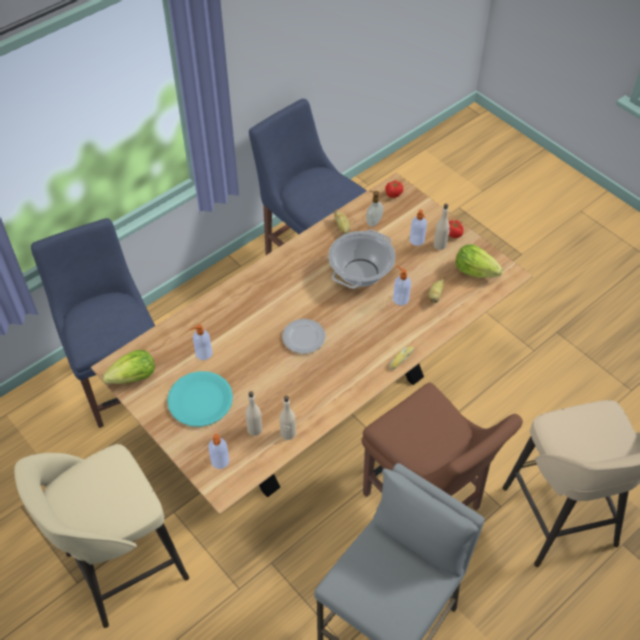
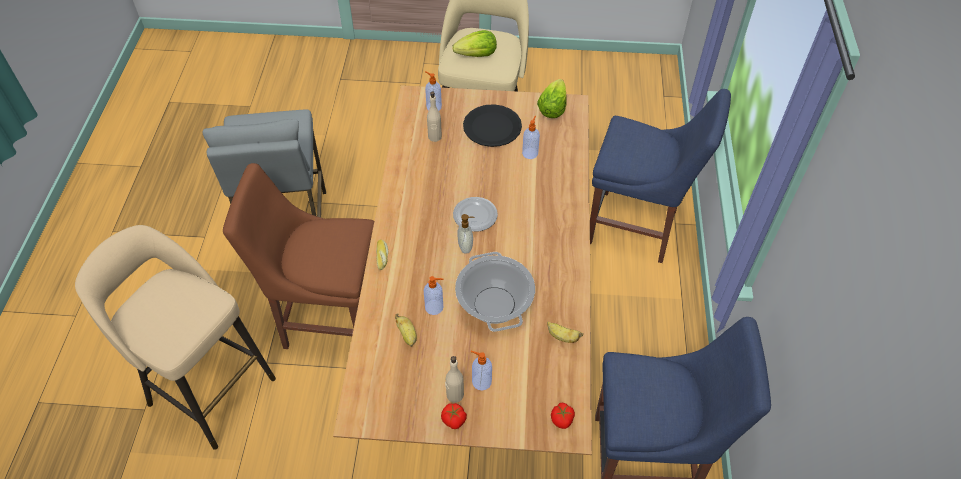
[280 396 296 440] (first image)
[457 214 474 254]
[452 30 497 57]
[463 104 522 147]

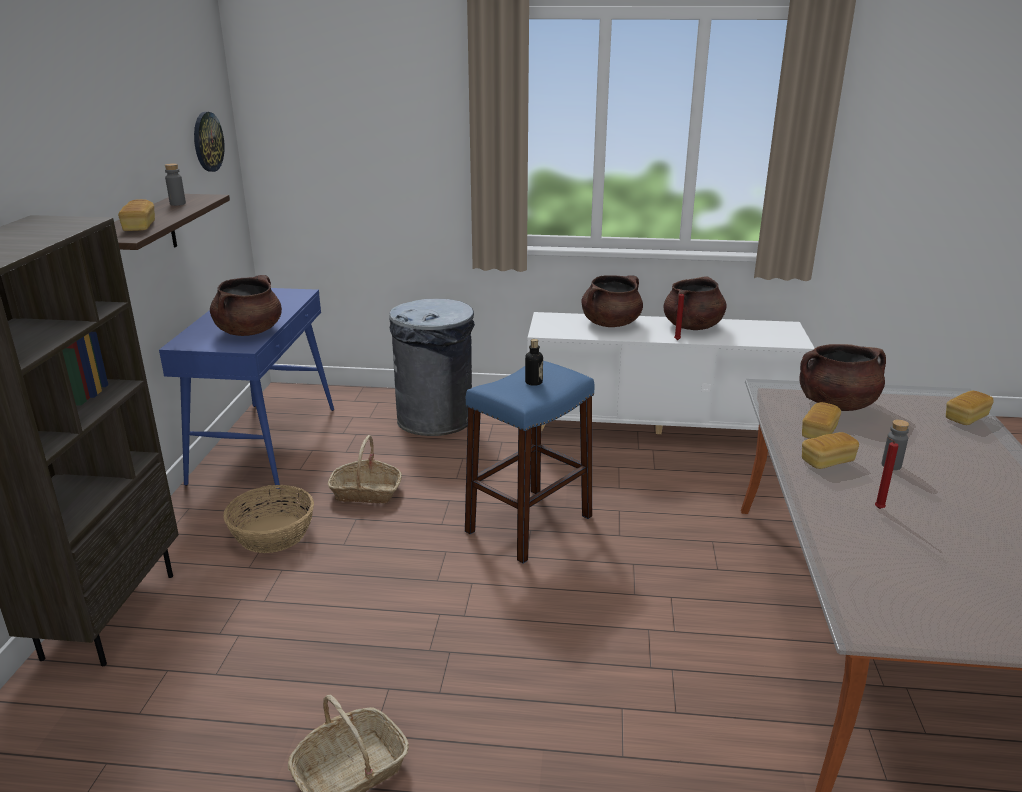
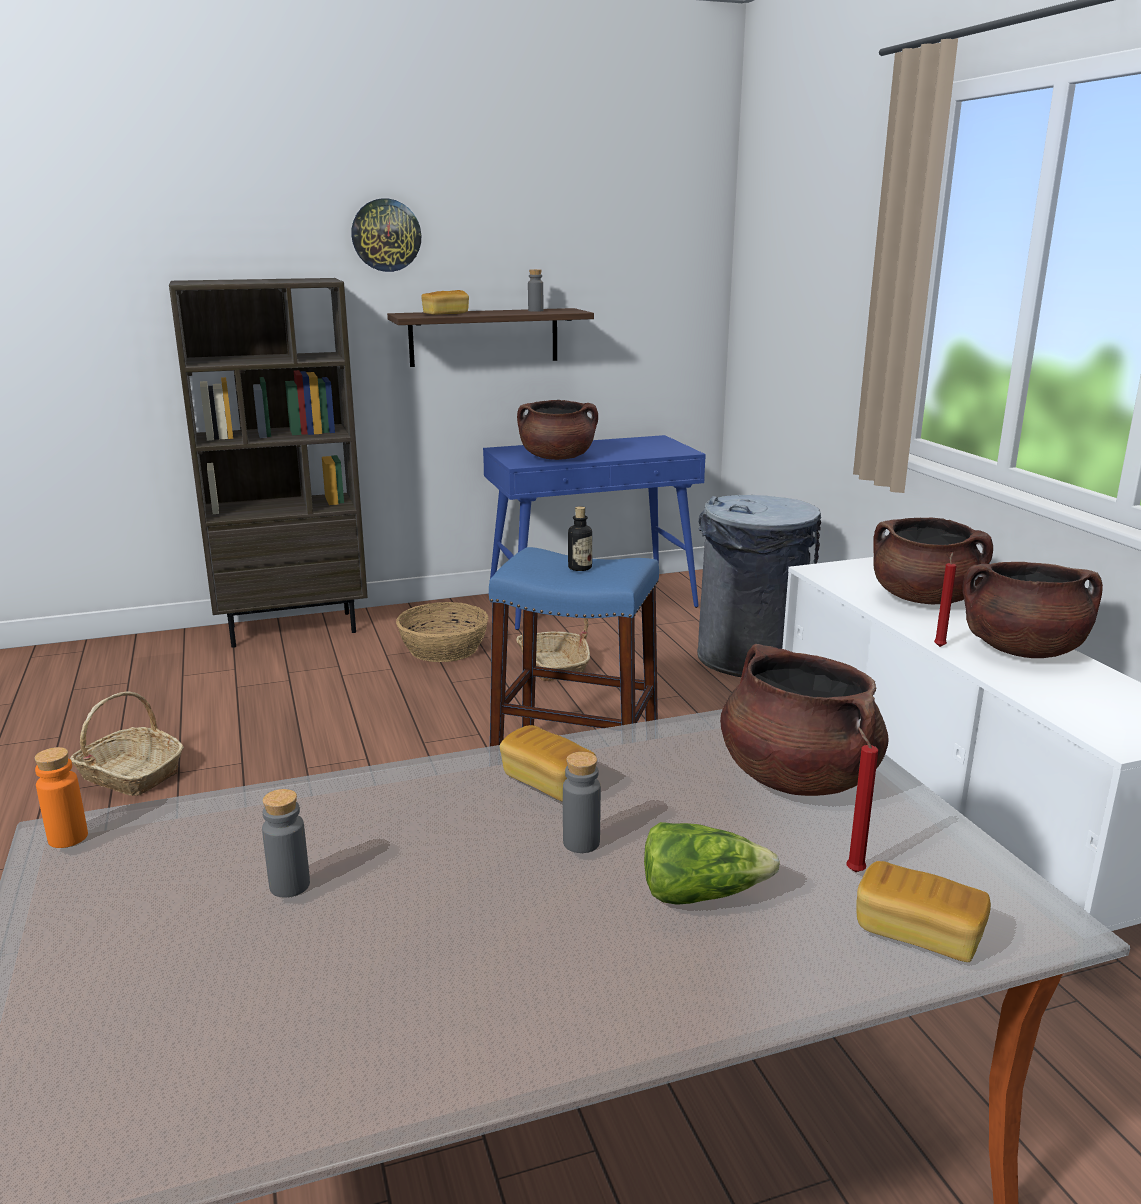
[802 402 841 439] (first image)
[34 747 88 848]
[262 789 310 898]
[644 822 780 905]
[351 198 421 272]
[846 727 878 872]

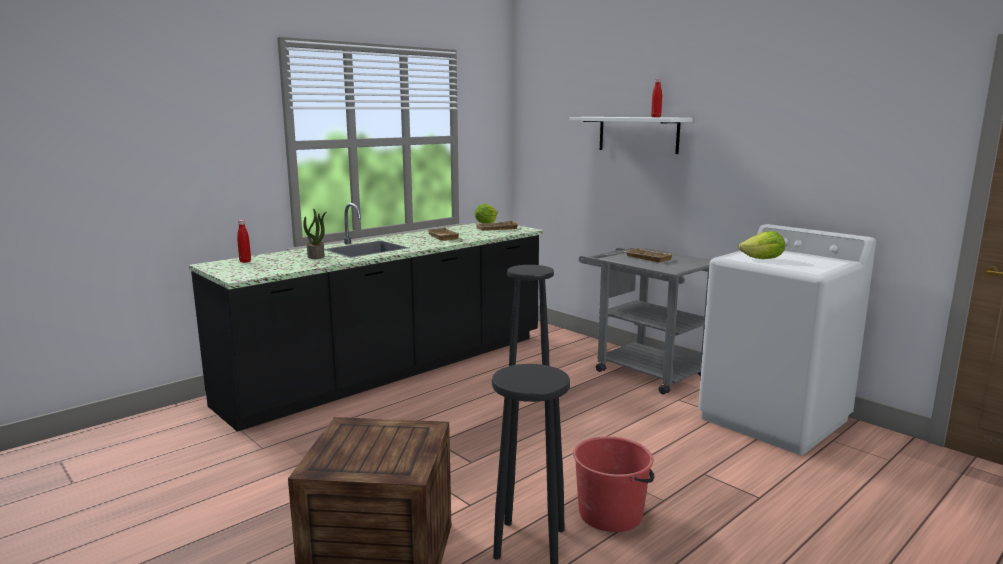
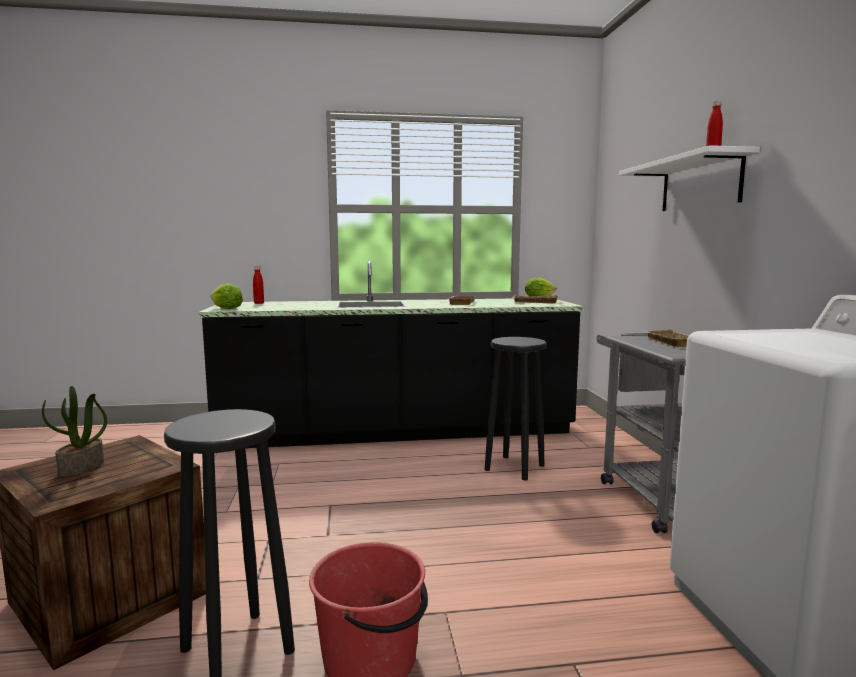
[42 386 107 477]
[210 284 243 309]

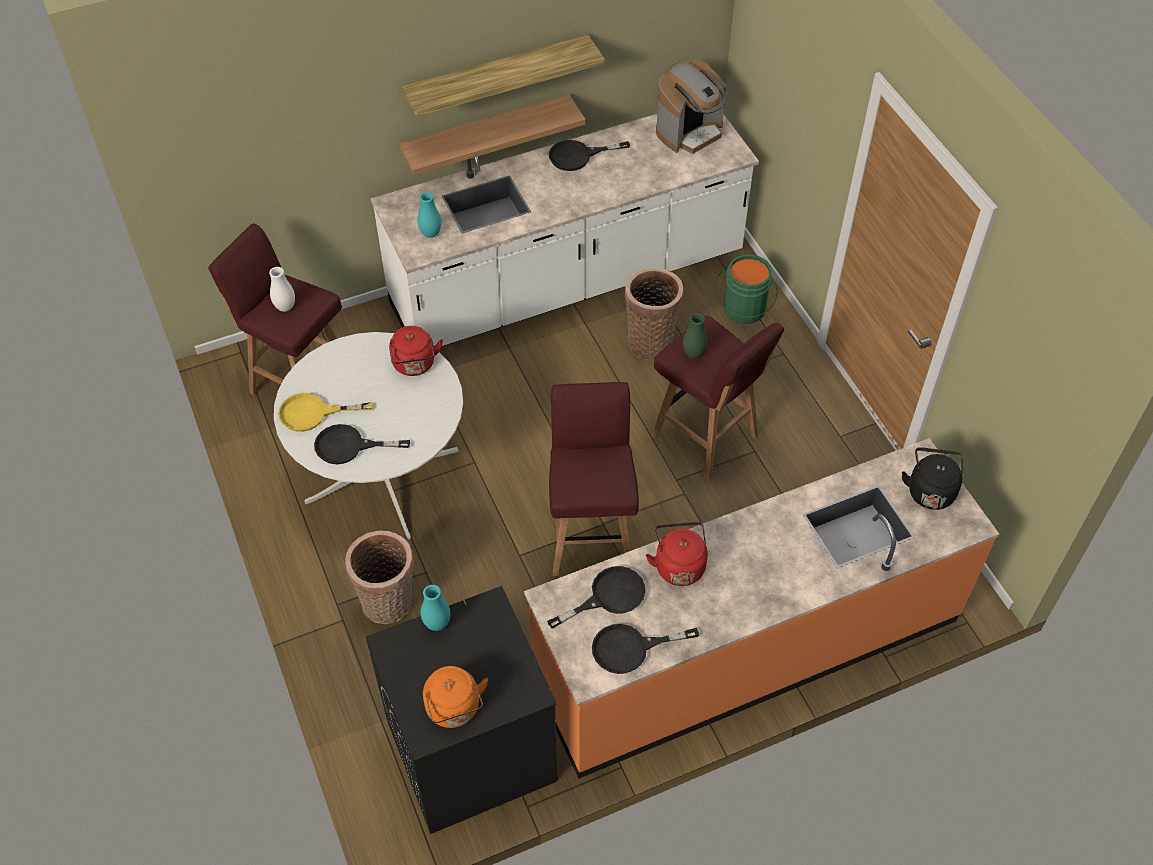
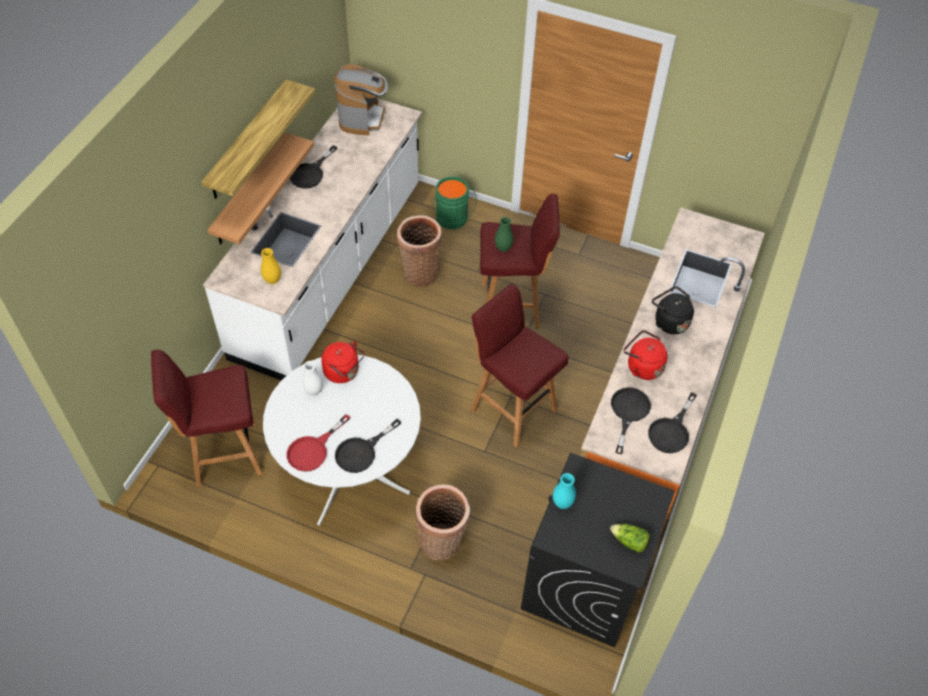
[302 361 323 396]
[652 286 694 334]
[610 524 650 553]
[287 414 350 472]
[261 248 281 284]

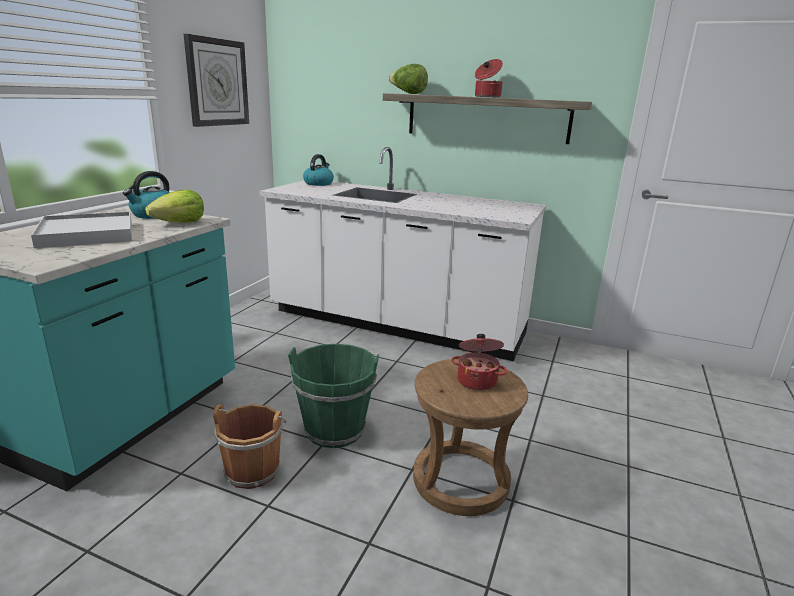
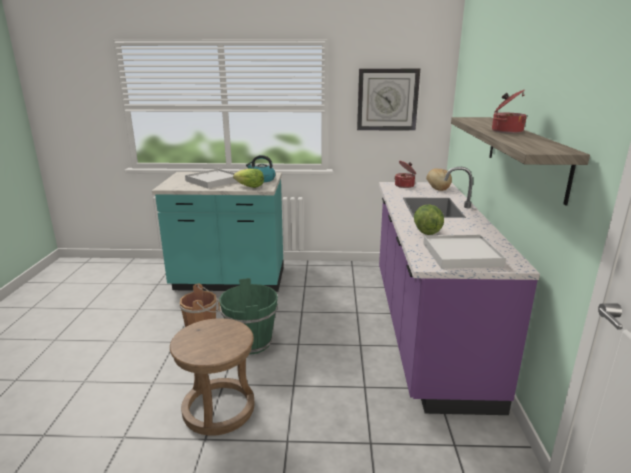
[423 235 506 269]
[414 204 444 235]
[395 161 416 188]
[426 168 452 191]
[379 167 540 415]

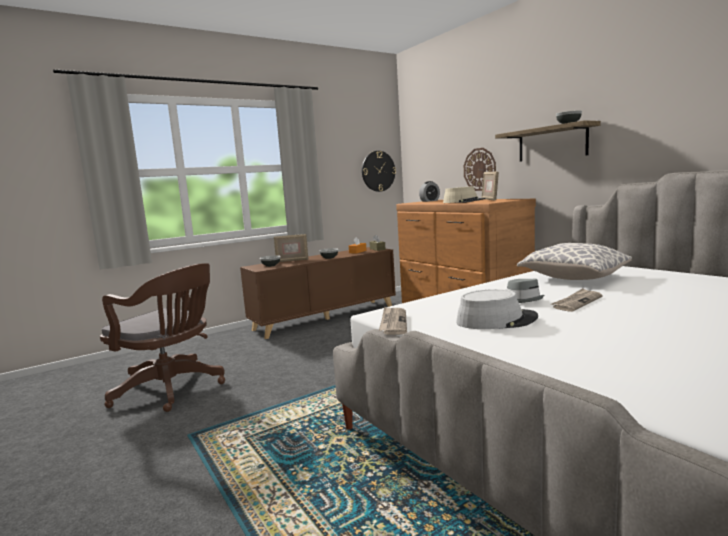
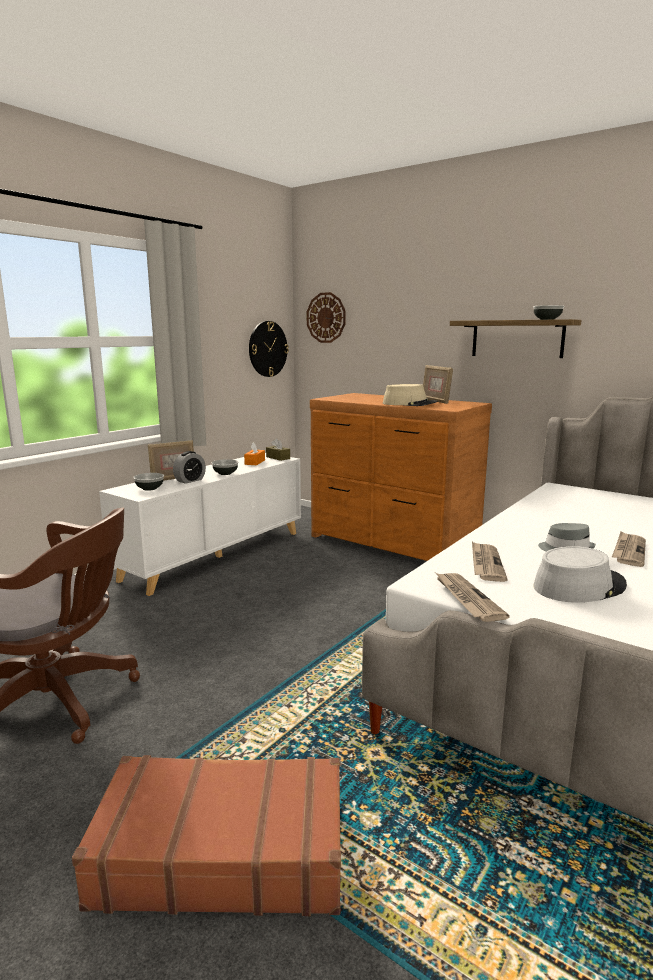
[517 243 632 280] (first image)
[72 755 341 916]
[472 542 508 582]
[173 451 206 484]
[307 292 346 343]
[99 453 301 596]

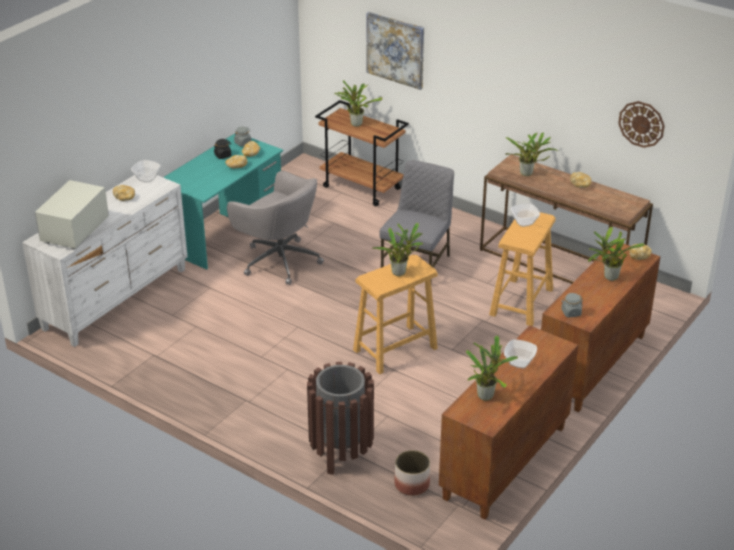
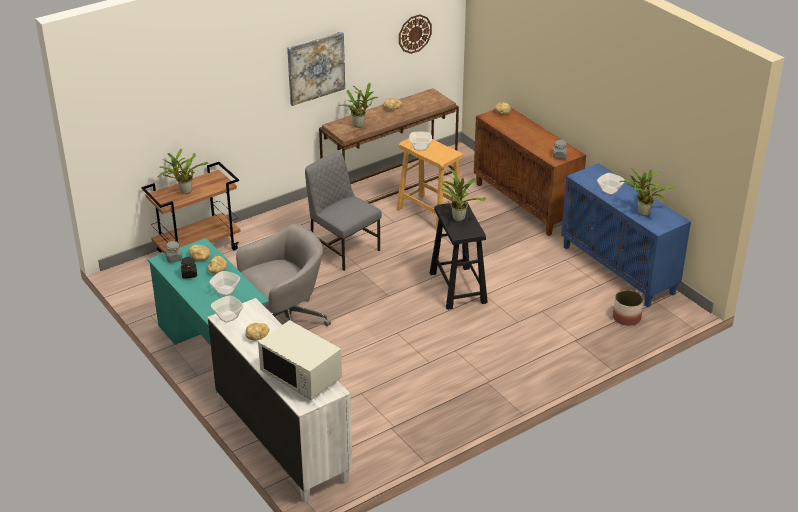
[307 362 374 475] (first image)
[588 227 645 281] (first image)
[209 271 240 296]
[287 32 345 106]
[430 202 488 310]
[561 163 691 308]

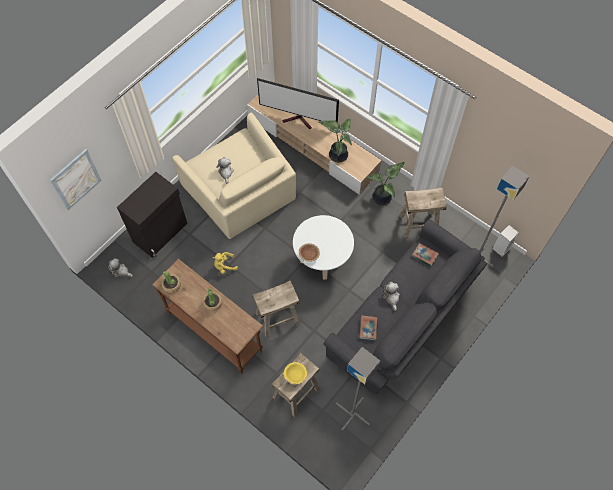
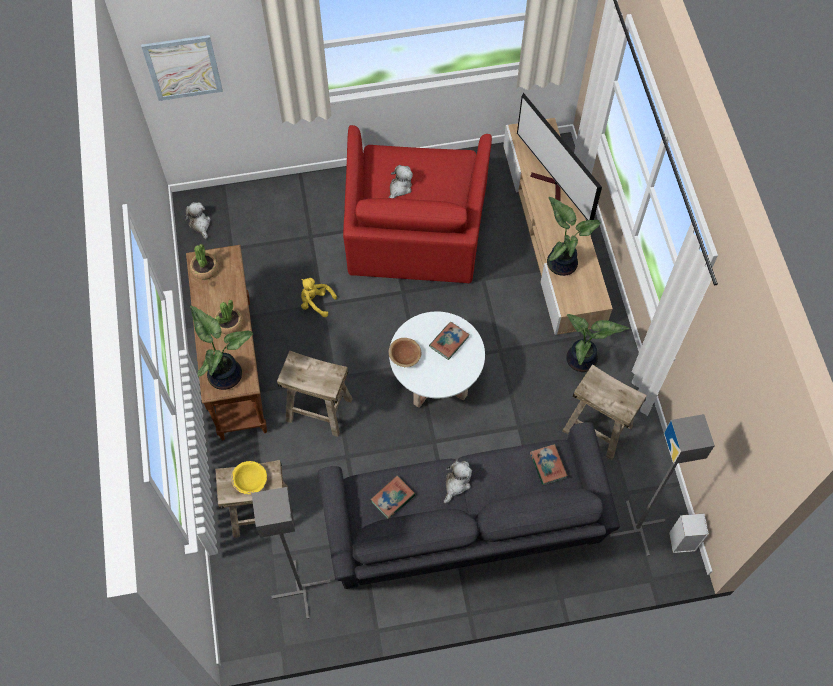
[117 172 187 258] (first image)
[190 306 253 390]
[429 322 469 360]
[343 125 492 283]

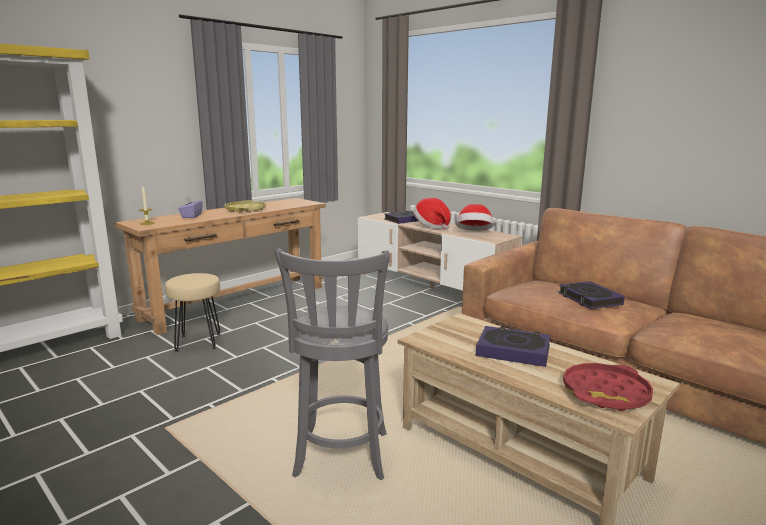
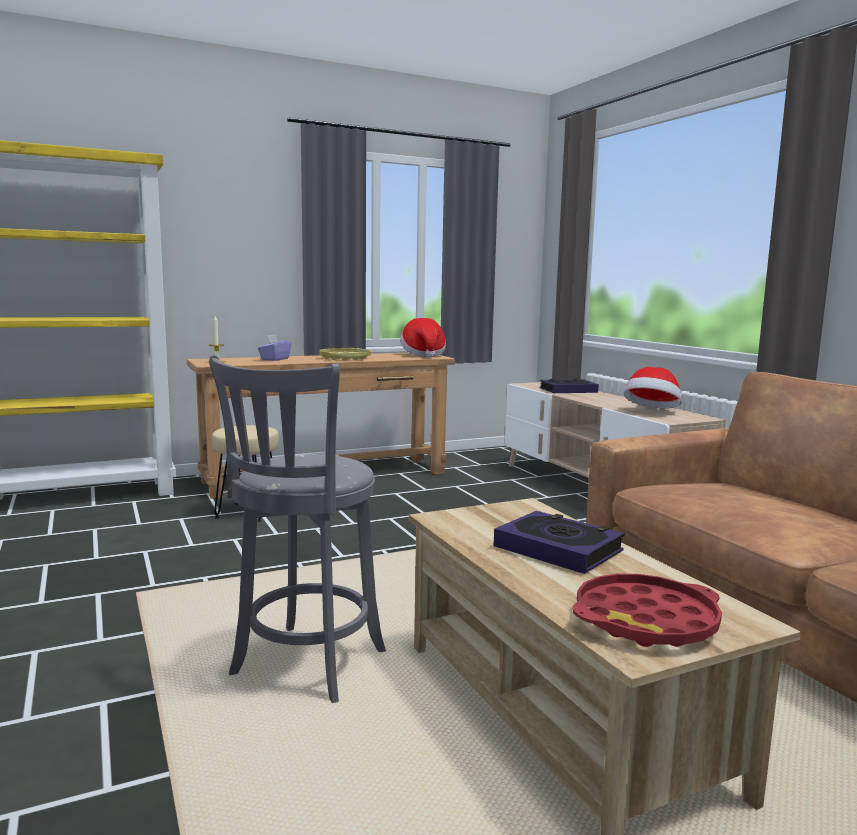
[558 281 625 309] (first image)
[400 318 446 357]

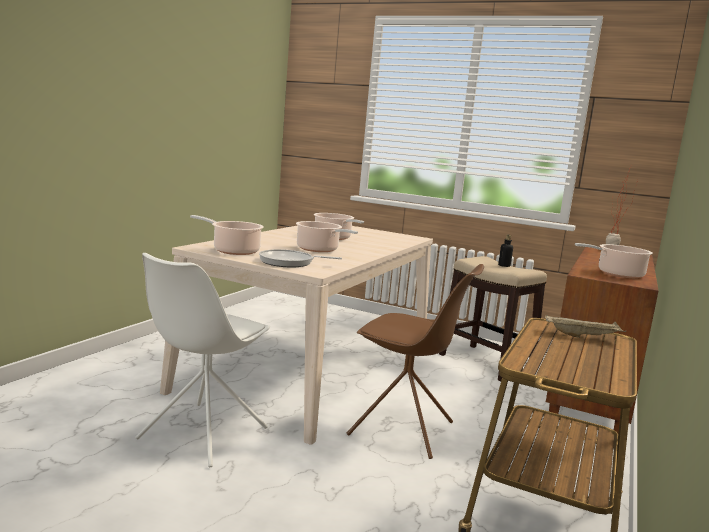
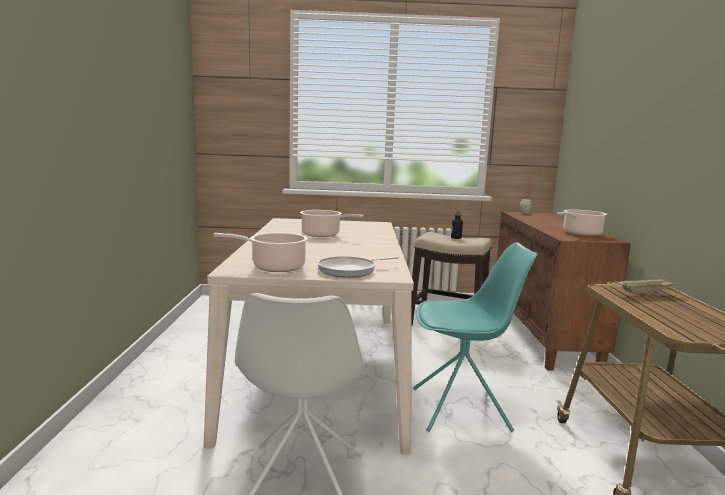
[296 221 358 252] (first image)
[413 242 538 432]

